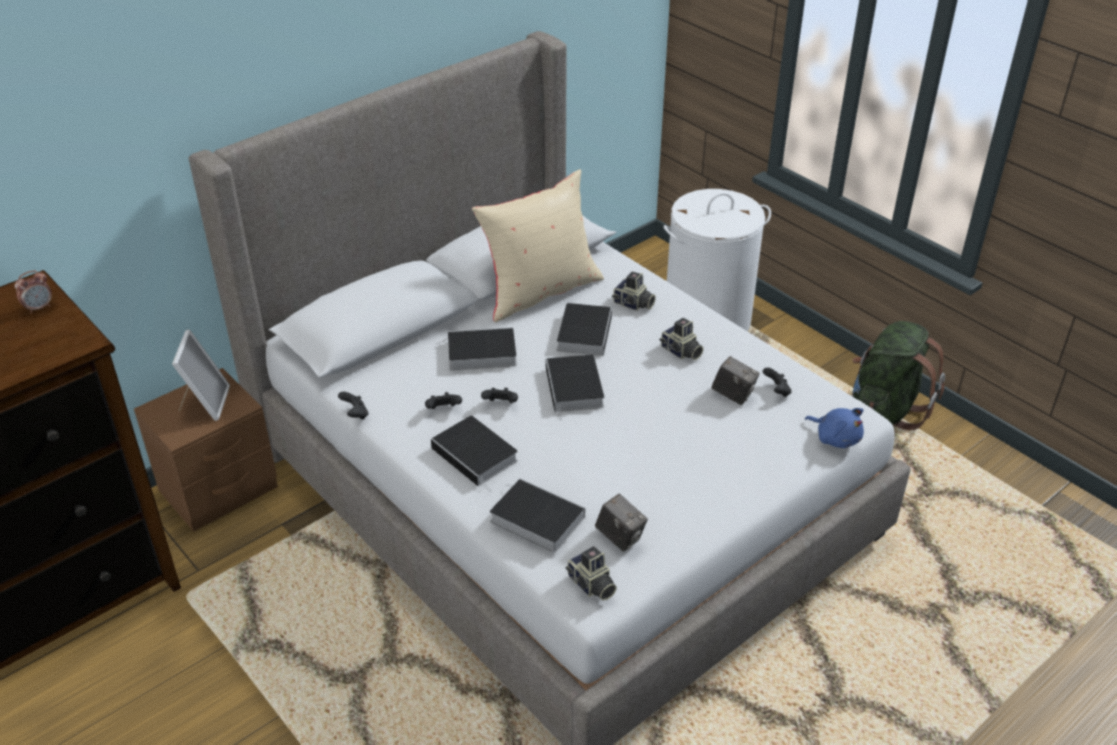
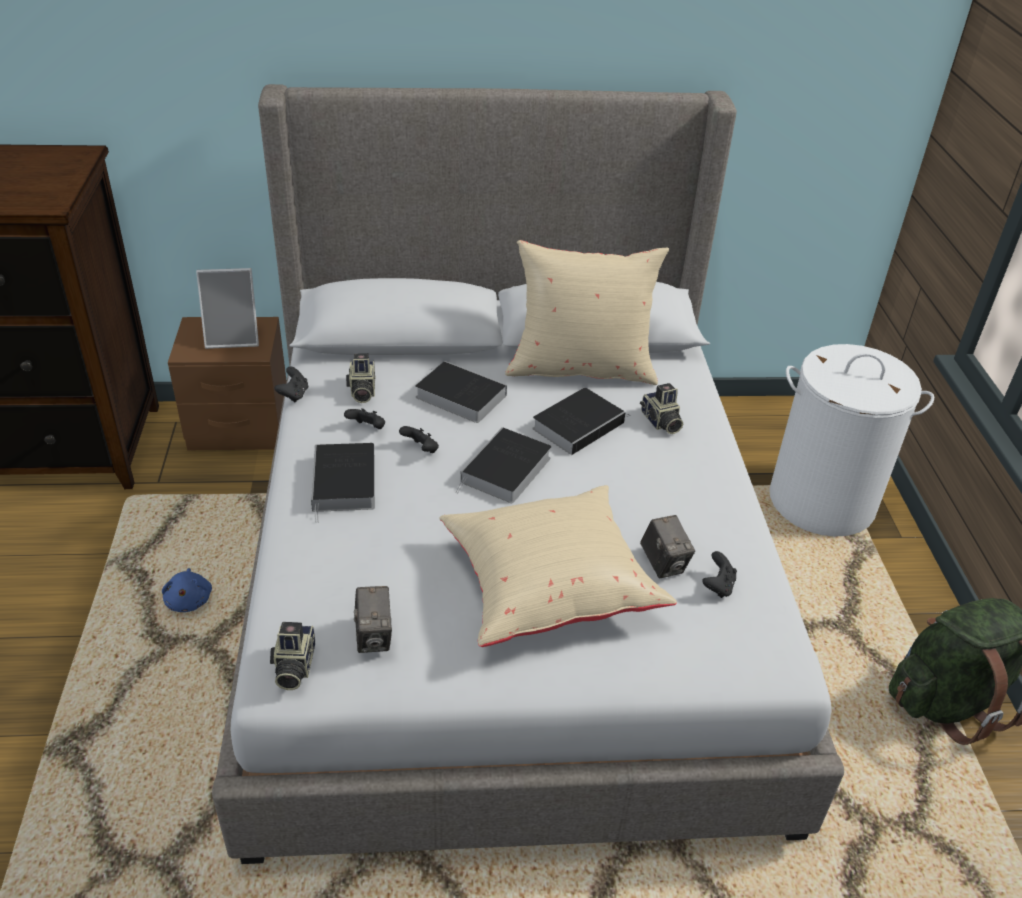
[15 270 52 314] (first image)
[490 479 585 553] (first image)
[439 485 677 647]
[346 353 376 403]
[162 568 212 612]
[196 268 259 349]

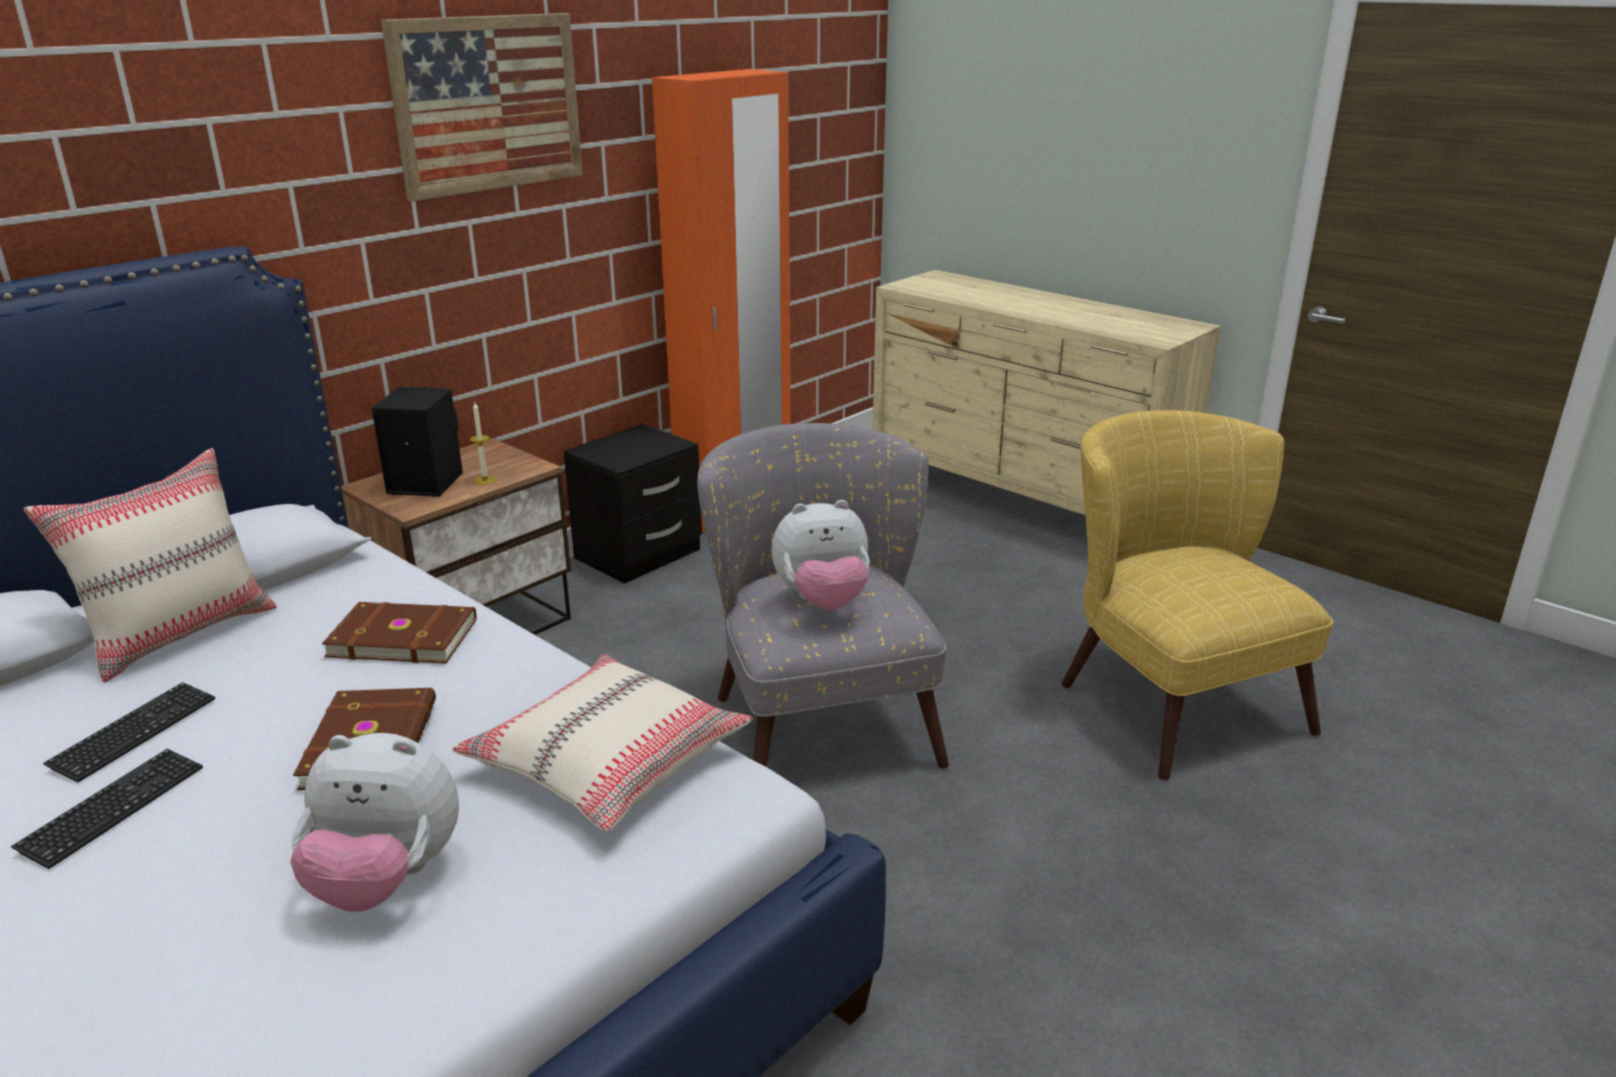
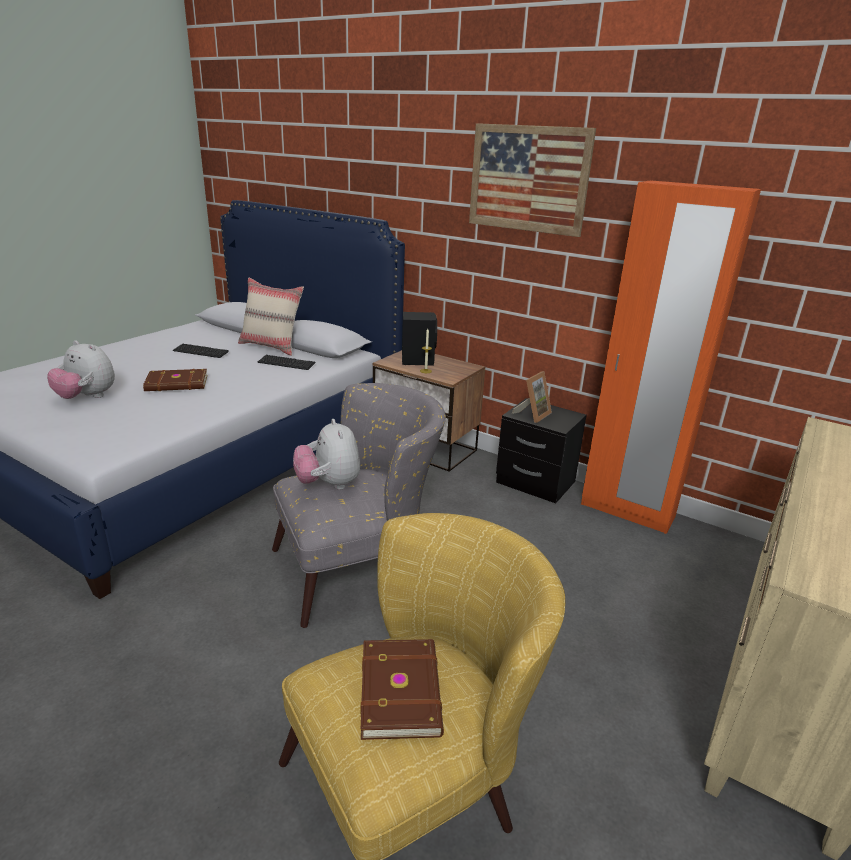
[452 654 753 832] (first image)
[512 371 552 423]
[258 355 315 370]
[361 639 444 740]
[47 340 115 399]

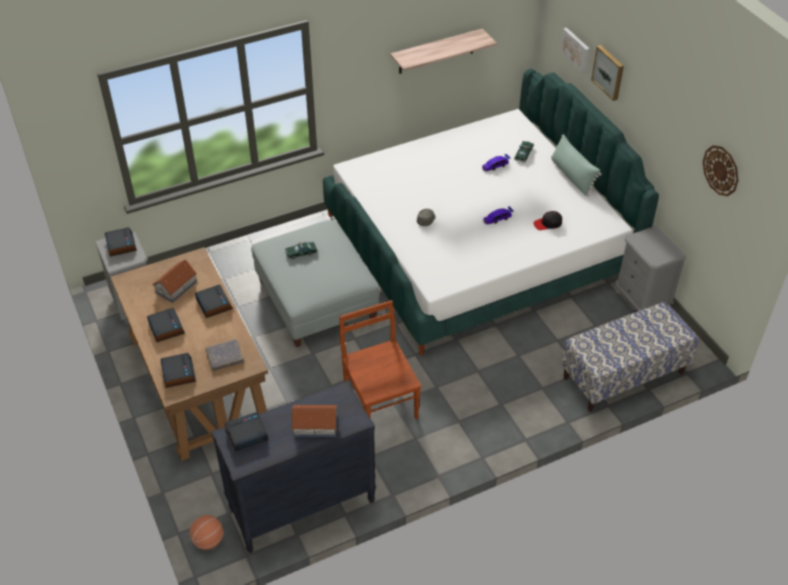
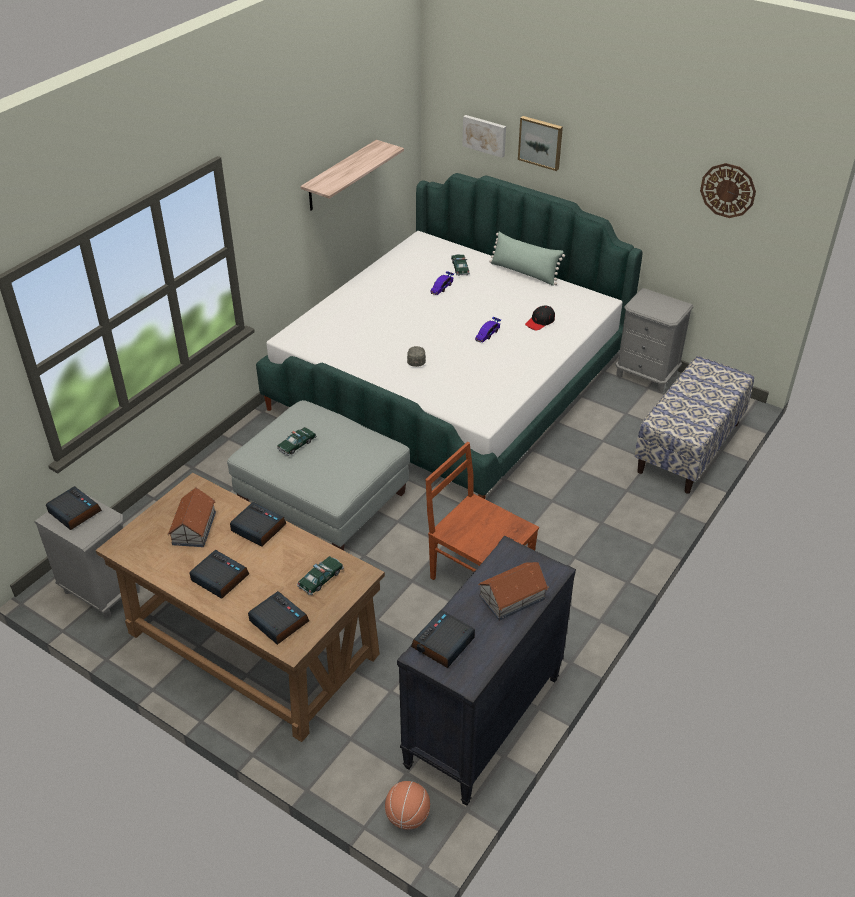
[297 556 344 595]

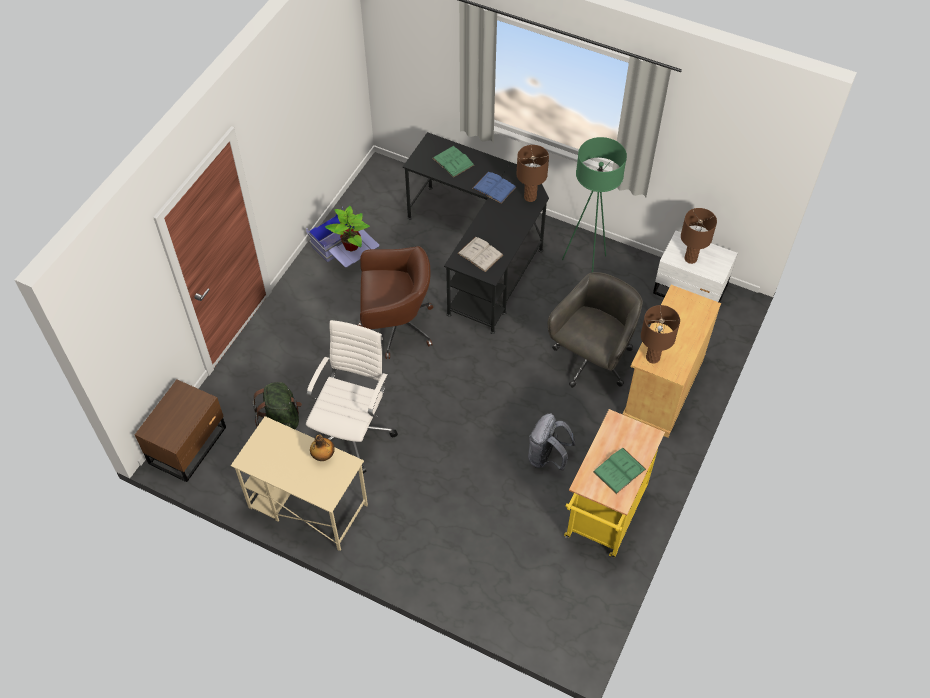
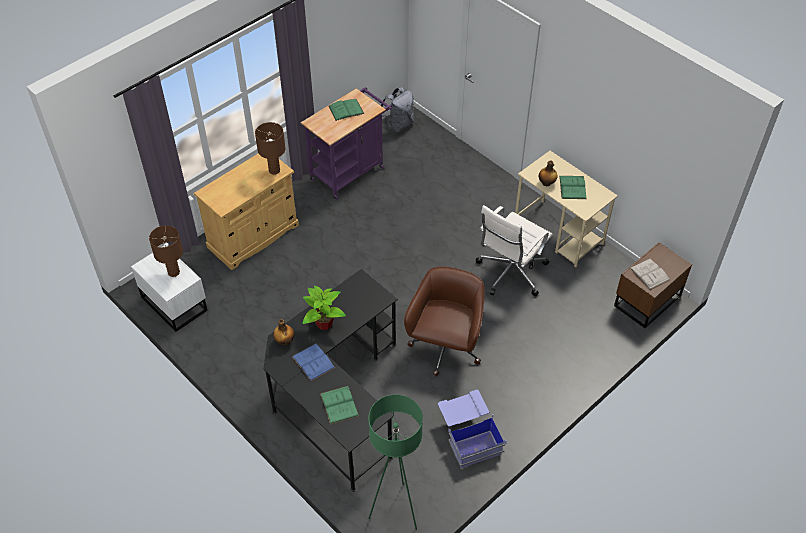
[253 382 302 429] (first image)
[548 272 643 388] (first image)
[559 176 587 199]
[303 285 346 330]
[630 258 670 290]
[381 87 414 132]
[368 394 423 530]
[273 319 295 345]
[301 87 392 200]
[404 266 485 376]

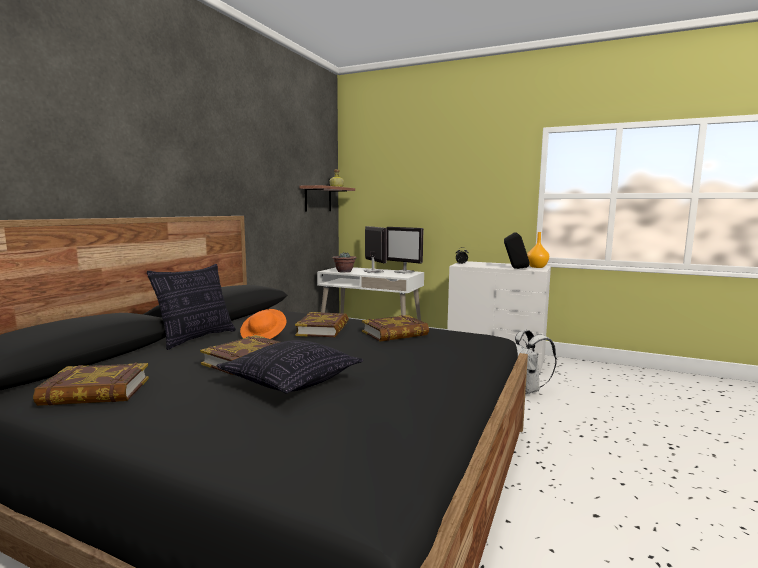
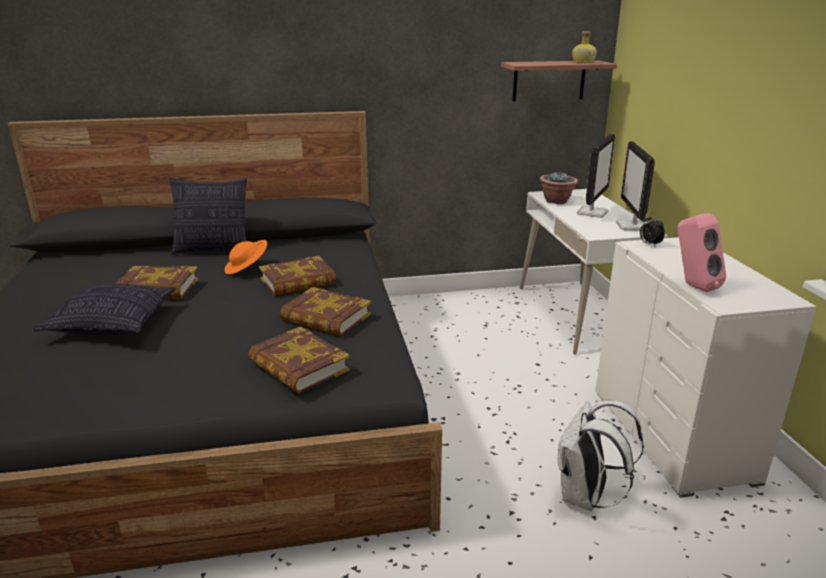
[527 232 549 268] (first image)
[248 327 350 394]
[678 213 726 292]

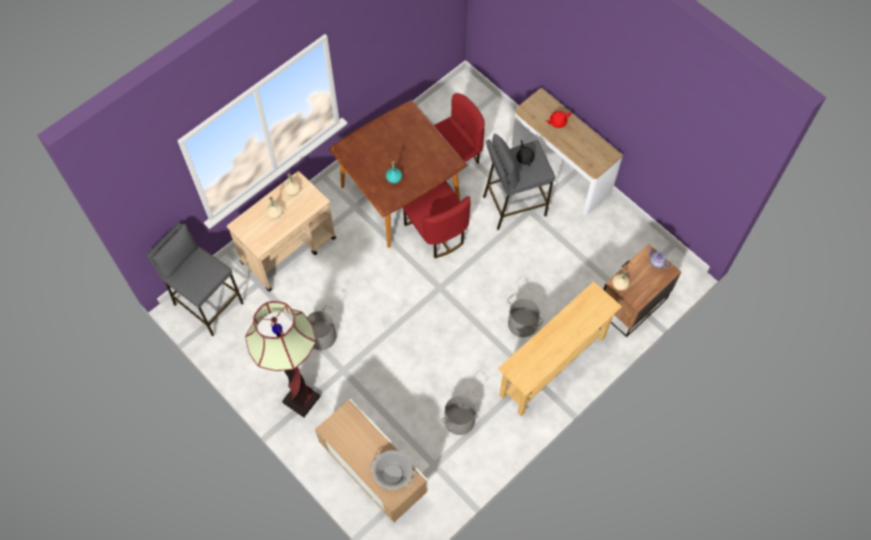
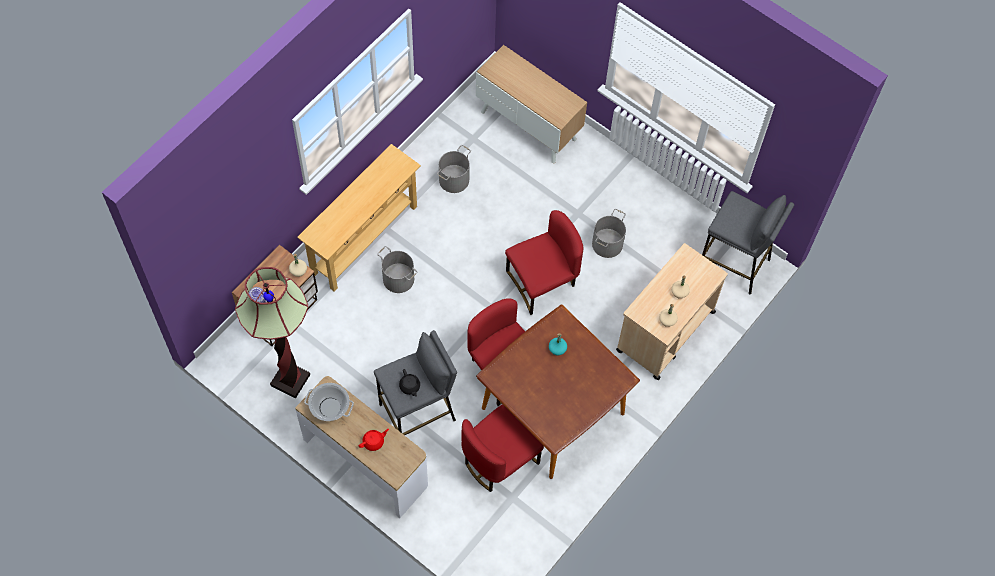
[505 210 583 315]
[235 267 310 398]
[304 383 354 421]

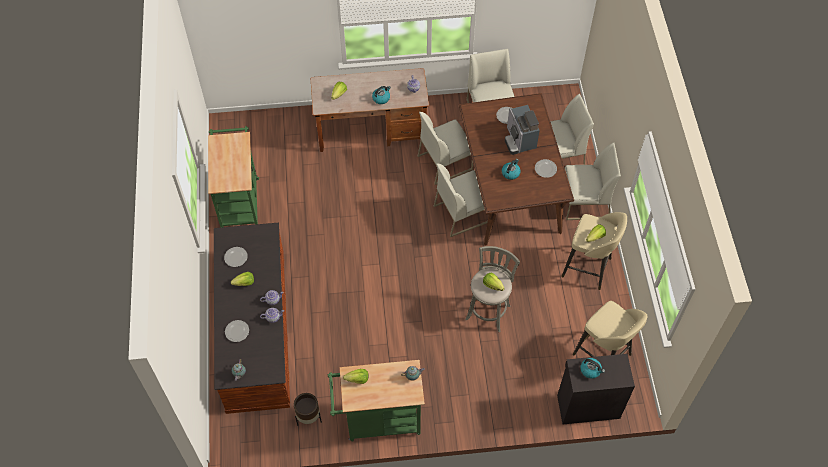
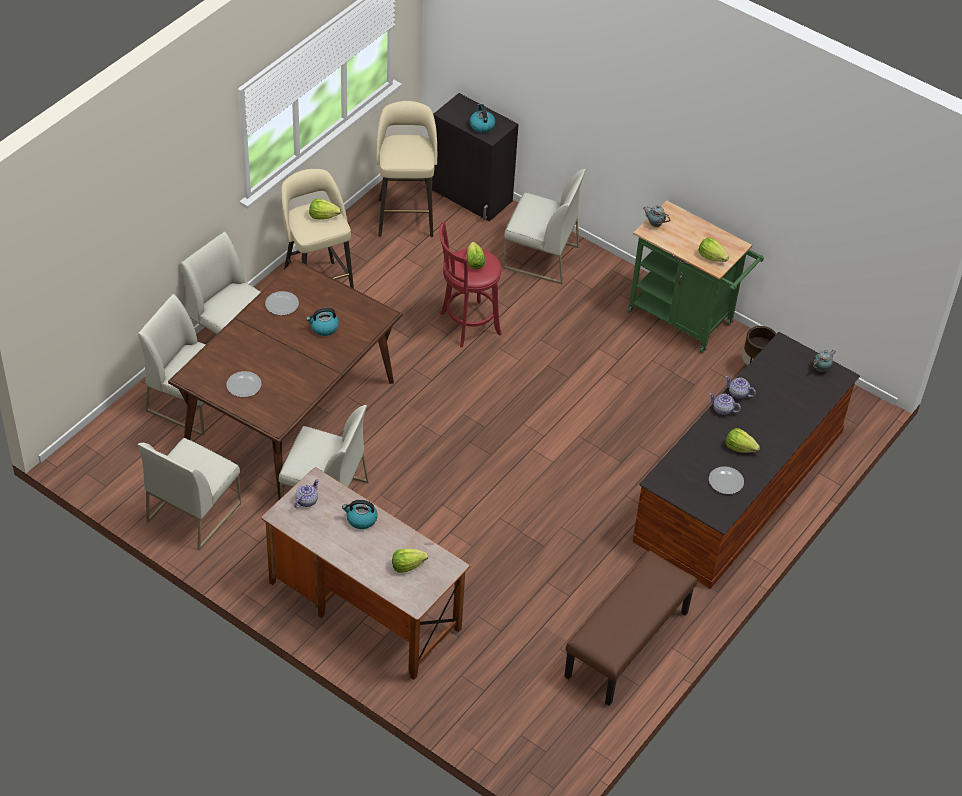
[225 320 249 342] (first image)
[505 105 540 155] (first image)
[503 169 586 284]
[564 551 697 706]
[439 221 502 348]

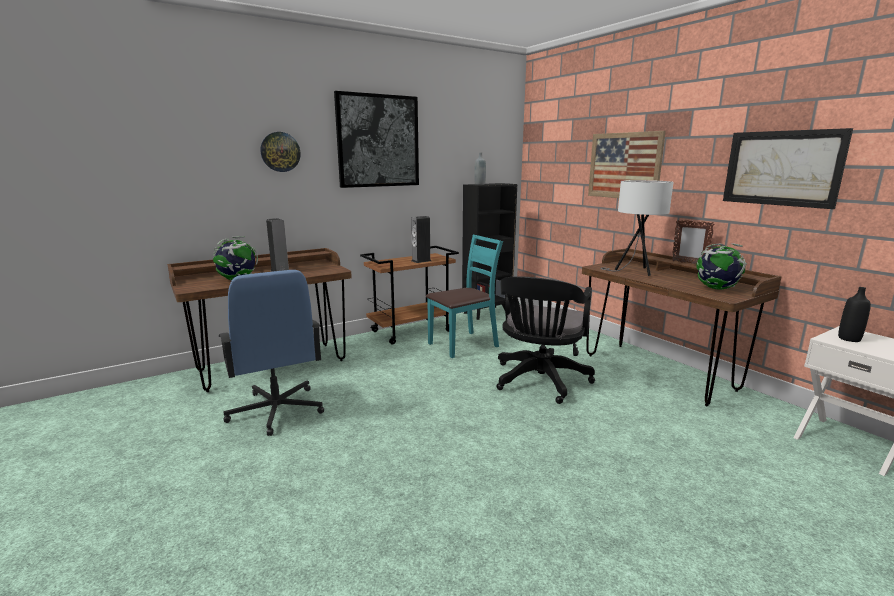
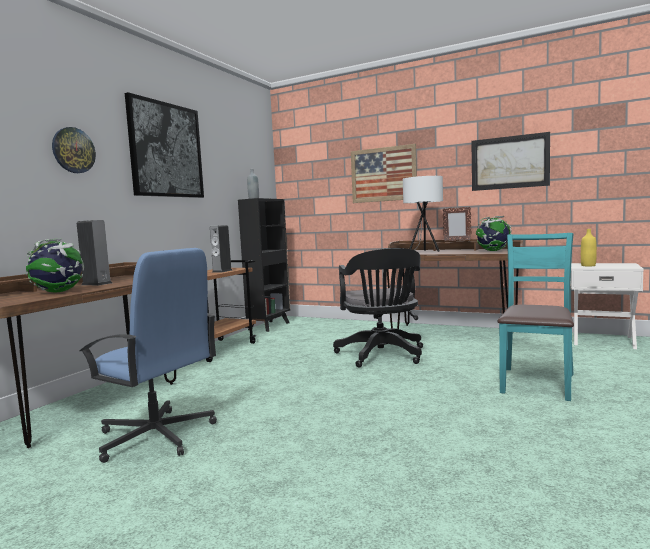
[497 233 574 401]
[581 229 597 266]

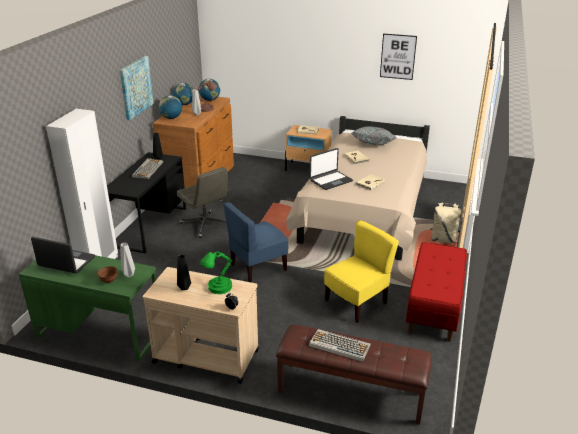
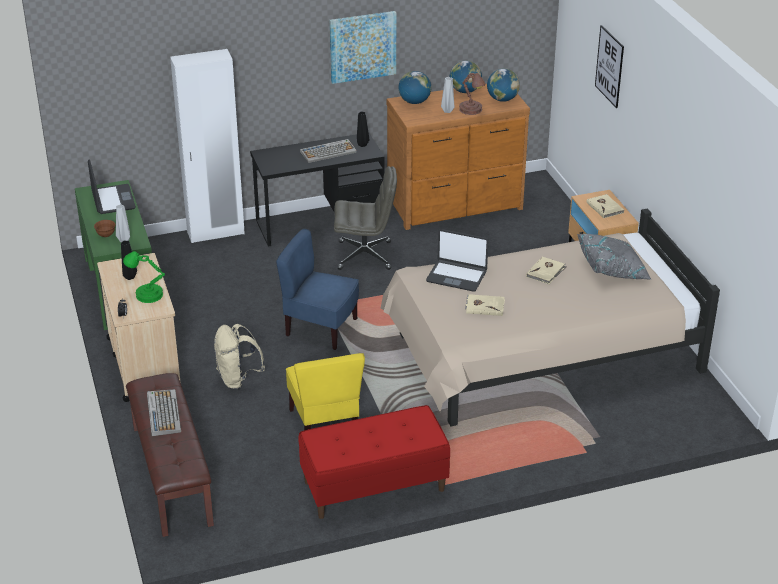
[595 25 624 108]
[214 324 265 389]
[334 166 397 270]
[286 353 365 430]

